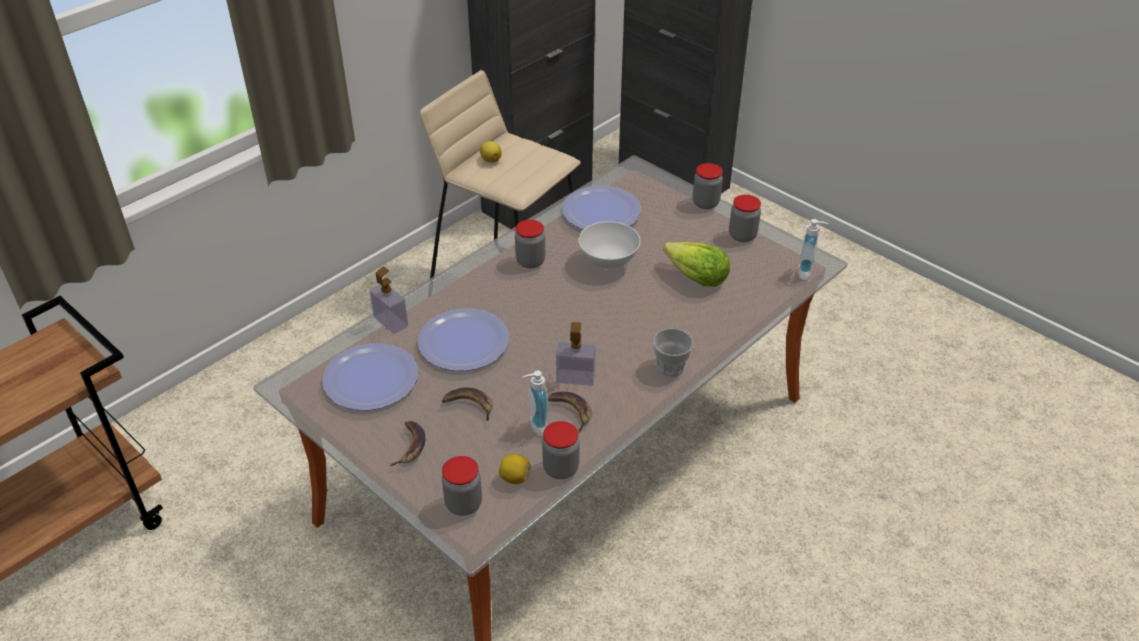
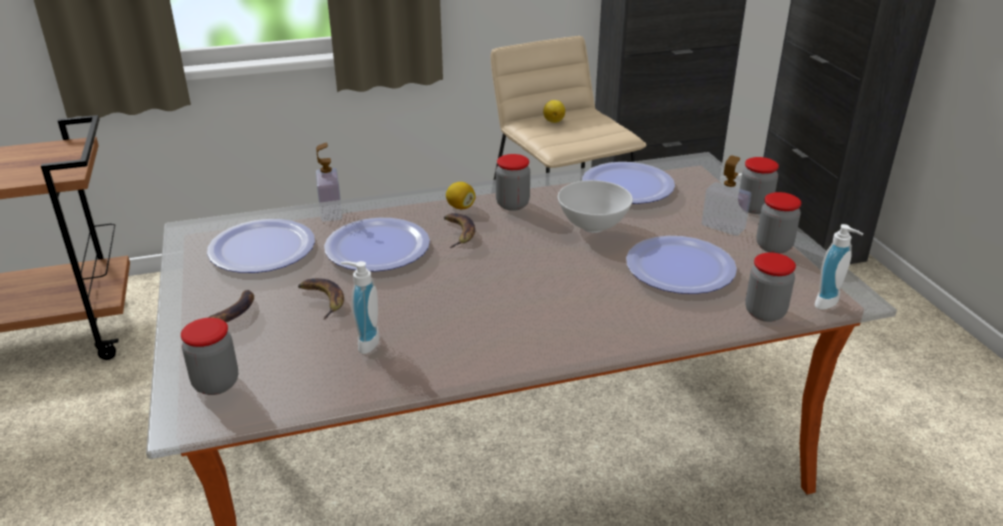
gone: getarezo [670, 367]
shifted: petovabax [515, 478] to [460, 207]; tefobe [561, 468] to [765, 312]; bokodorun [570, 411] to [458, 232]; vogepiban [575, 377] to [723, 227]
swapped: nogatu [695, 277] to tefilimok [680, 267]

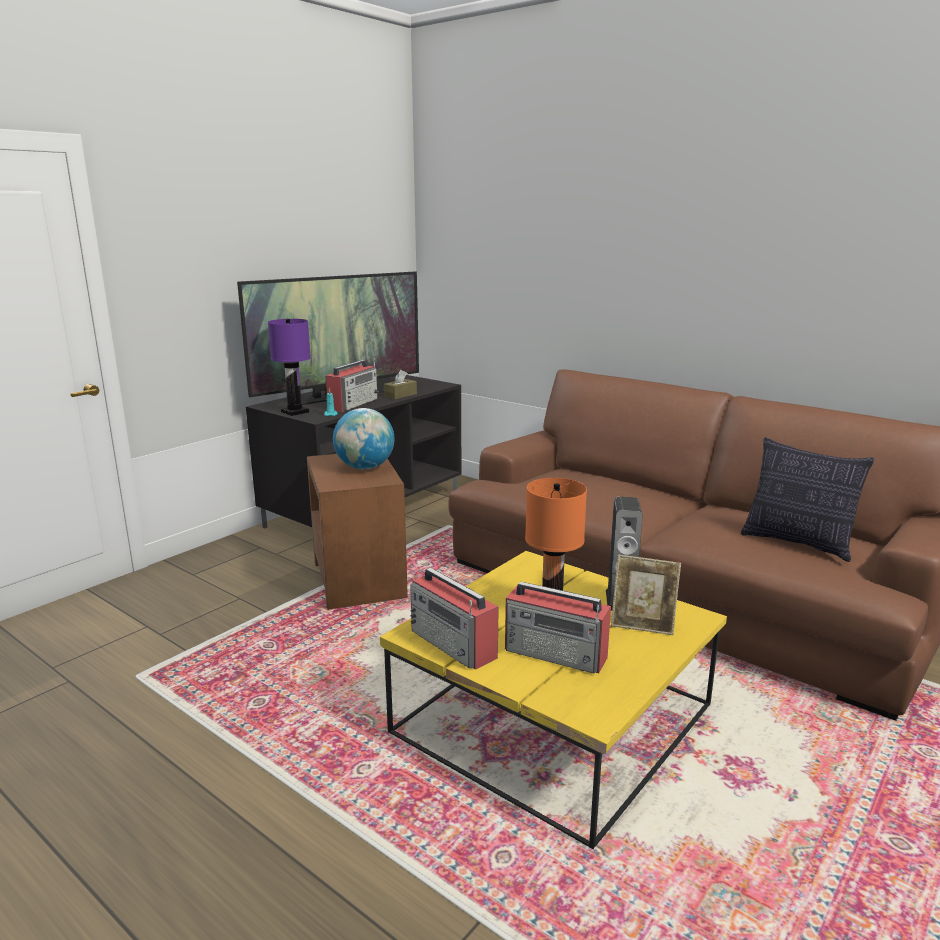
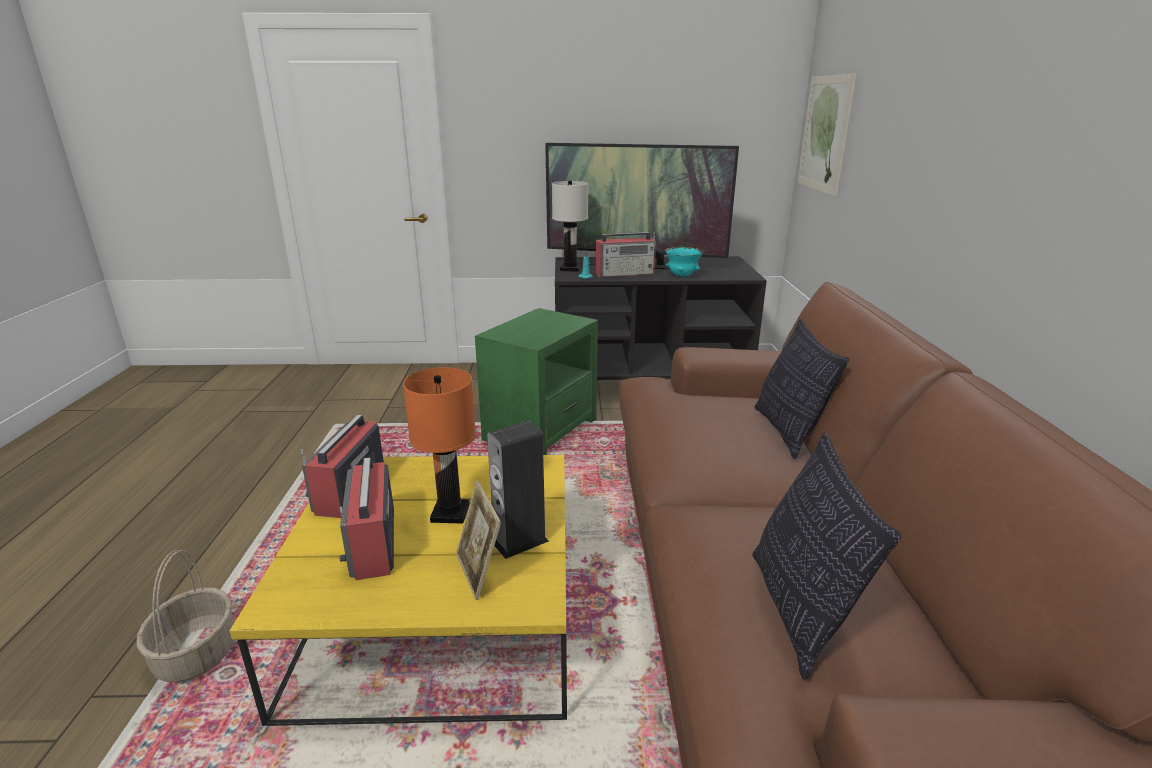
gone: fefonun [365, 467]
new: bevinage [196, 653]; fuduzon [788, 432]; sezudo [824, 134]
swapped: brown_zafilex [400, 395] to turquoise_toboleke [682, 276]
repainted: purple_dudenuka [295, 412] to white_dudenuka [570, 269]; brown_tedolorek [359, 579] to green_tedolorek [542, 430]

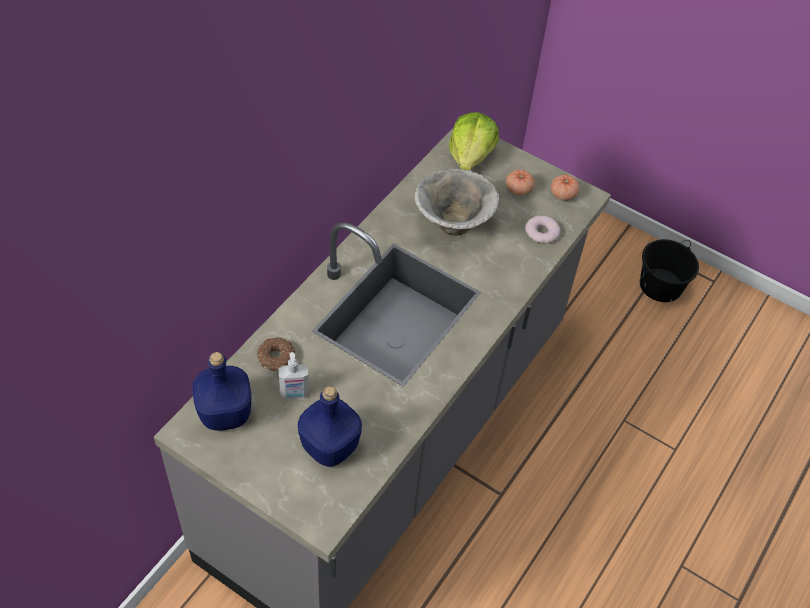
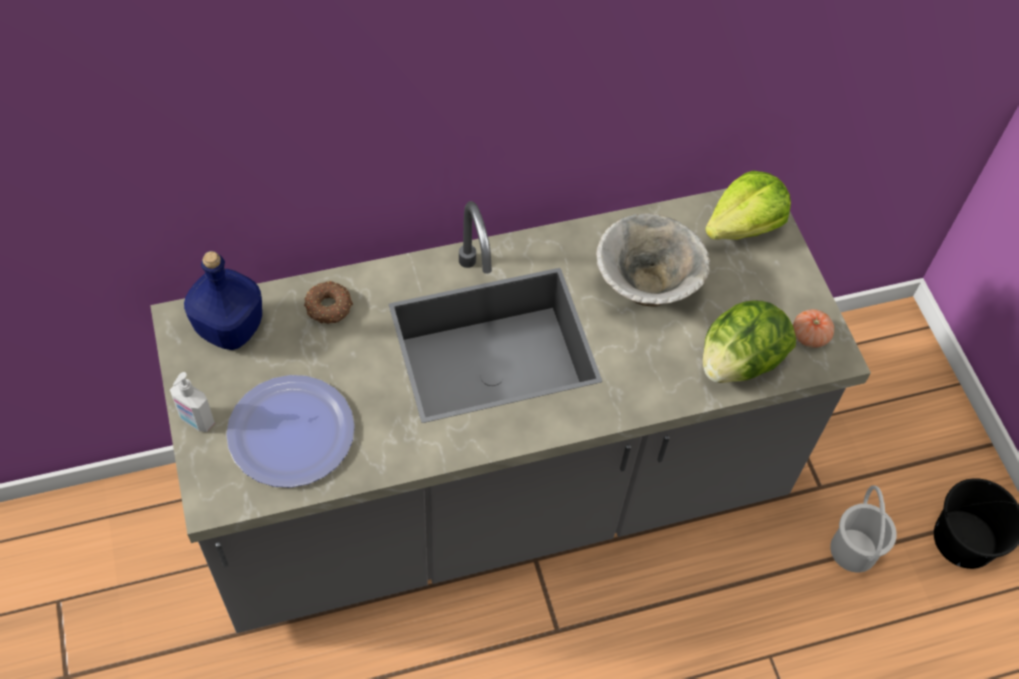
gone: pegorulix [518, 189]
new: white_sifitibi [853, 550]
shifted: vogepiban [294, 394] to [196, 420]
swapped: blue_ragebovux [331, 448] to tefilimok [291, 432]; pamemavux [541, 232] to nogatu [739, 362]

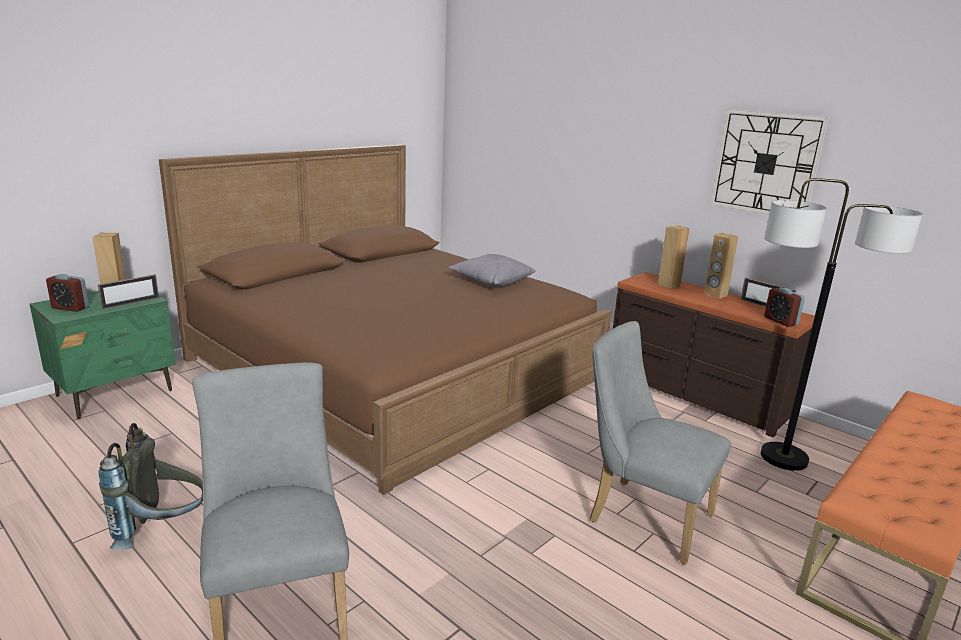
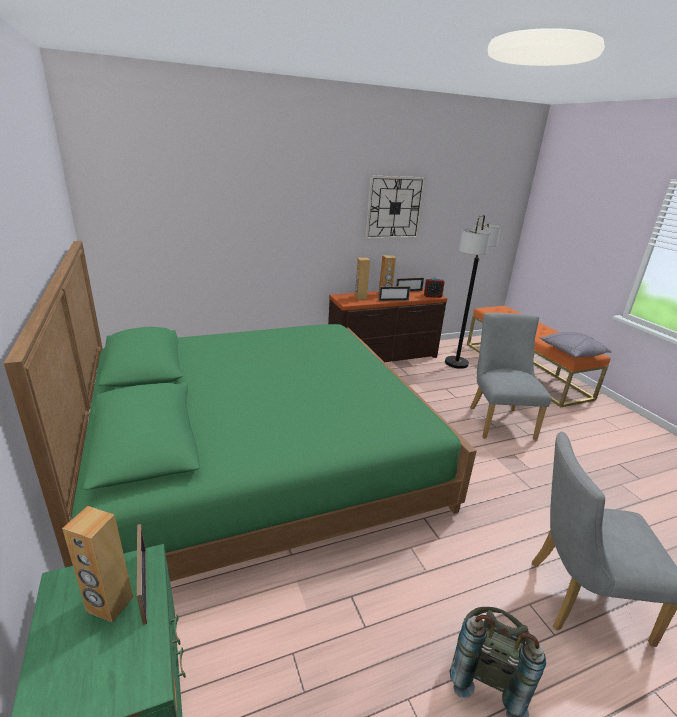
gone: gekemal [70, 308]
new: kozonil [393, 300]
shifted: grey_fuduzon [491, 281] to [571, 353]
repainted: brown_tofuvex [393, 369] to green_tofuvex [259, 453]
rotated: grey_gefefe [641, 515] = [498, 420] 120 degrees clockwise

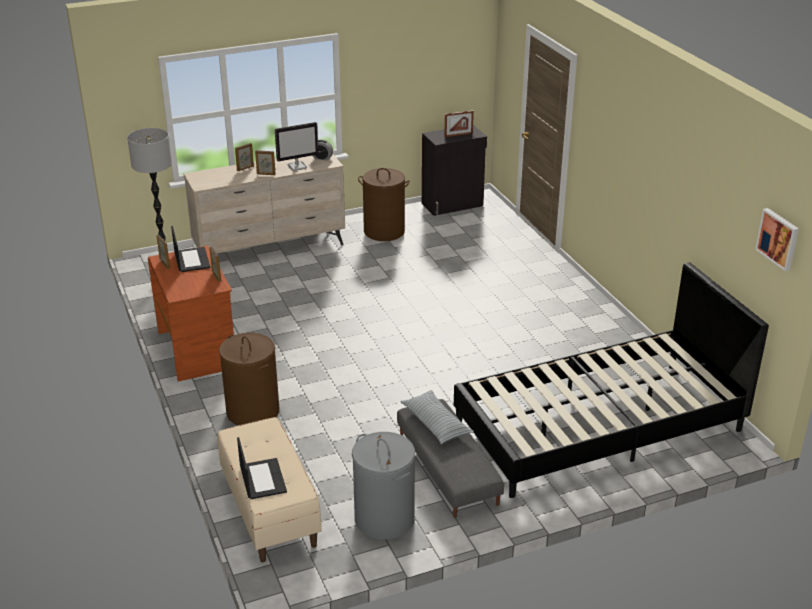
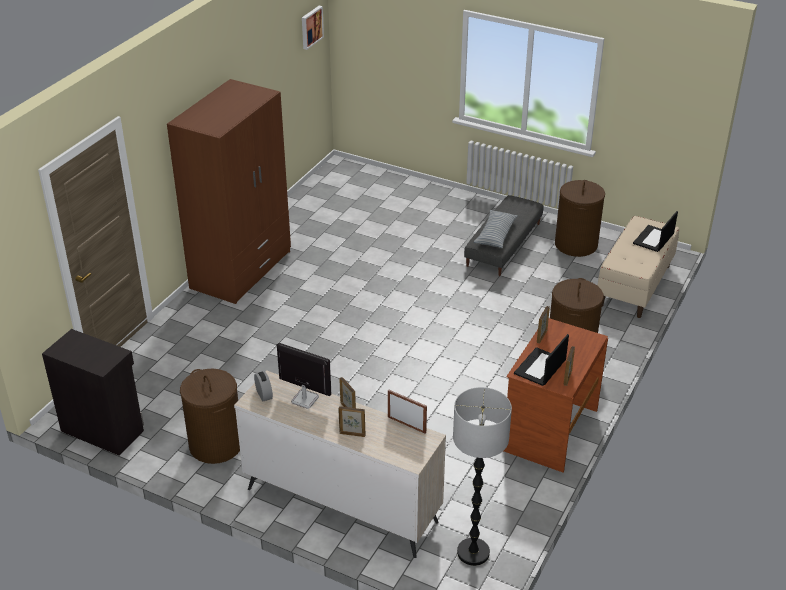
gone: black_tofuvex [599, 426]
new: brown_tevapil [242, 269]
shifted: kozonil [458, 135] to [406, 424]
repainted: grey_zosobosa [384, 519] to brown_zosobosa [576, 245]

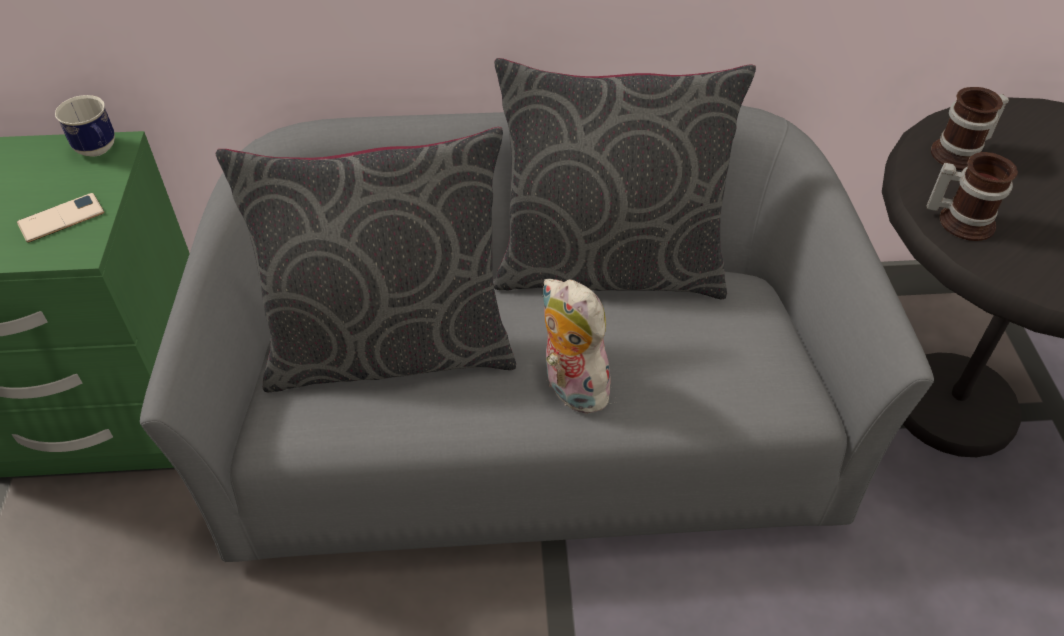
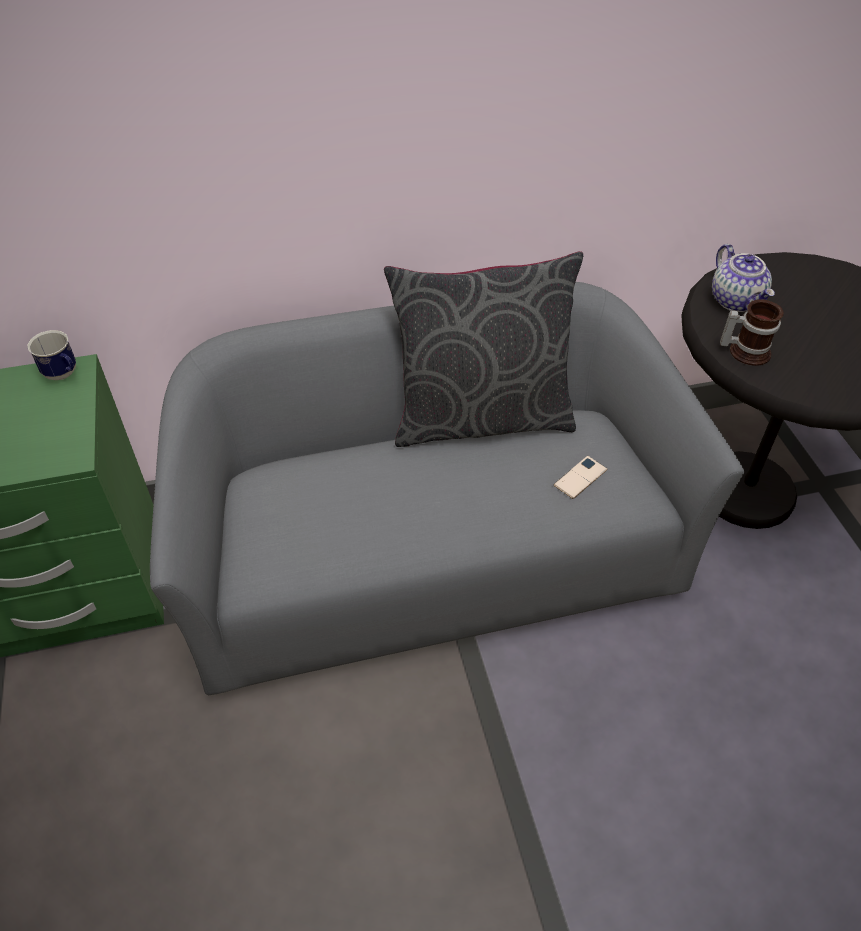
gone: grey_fuduzon [390, 348]; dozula [570, 388]
shifted: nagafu [61, 218] to [580, 477]
swapped: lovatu [962, 154] to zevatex [736, 301]

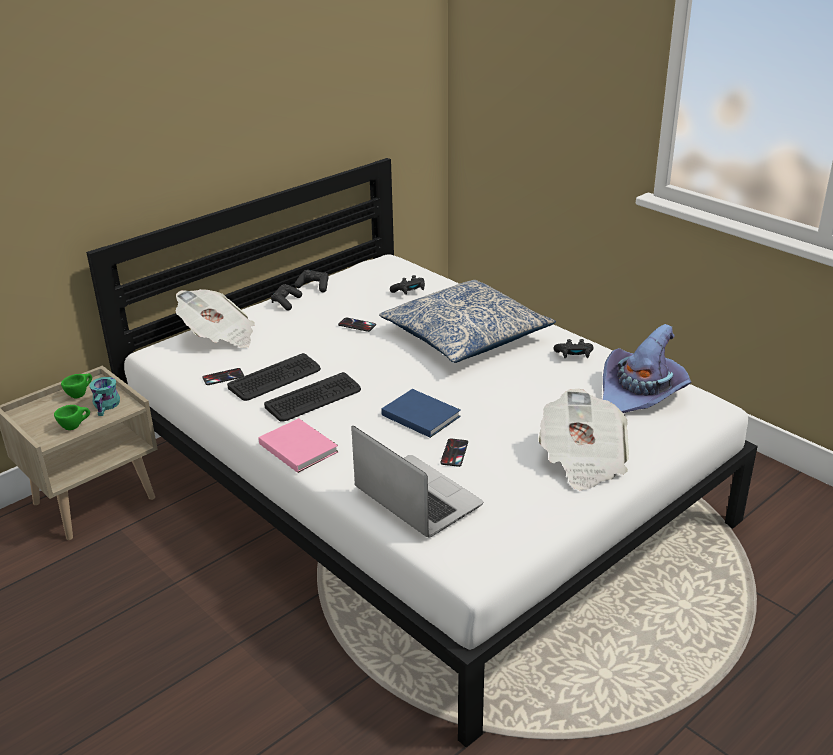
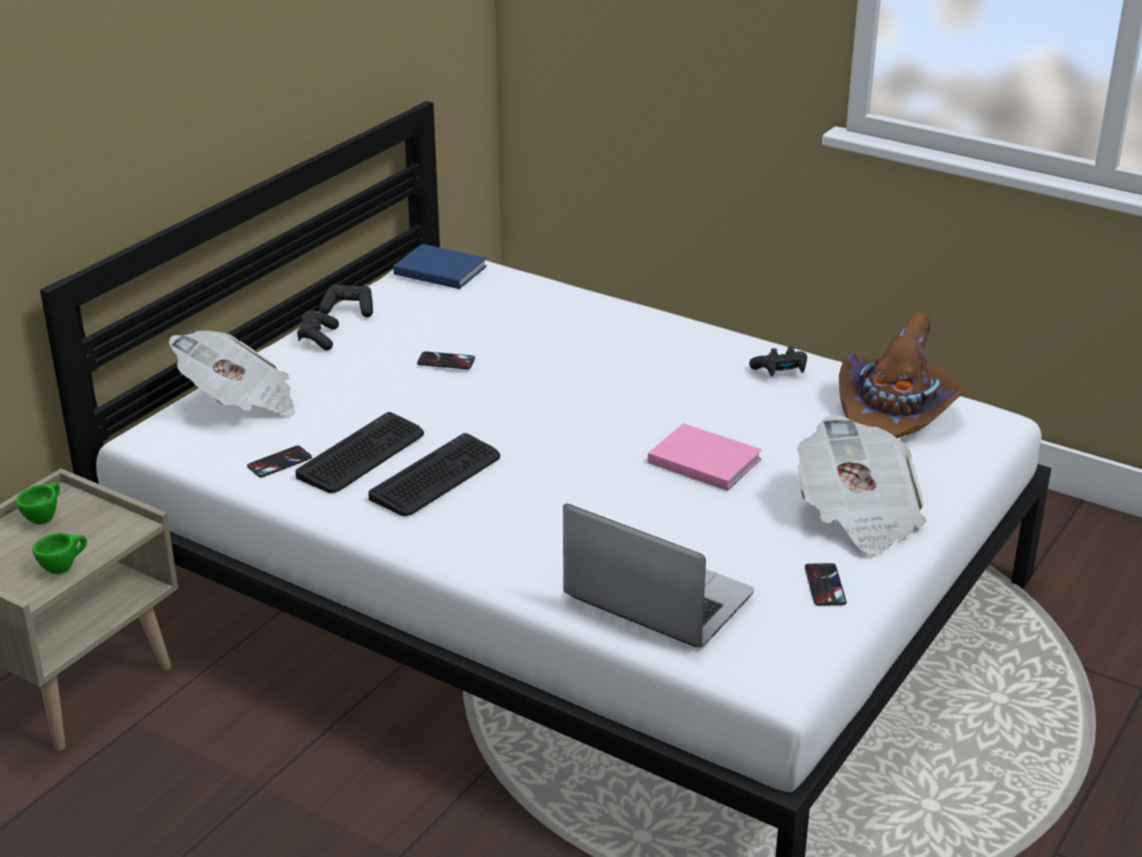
gone: turquoise_lovatu [108, 406]; fuduzon [465, 336]; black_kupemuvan [409, 292]
shifted: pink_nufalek [298, 447] to [702, 459]; blue_nufalek [420, 414] to [439, 269]; nagafu [454, 453] to [825, 585]
repainted: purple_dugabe [641, 393] to brown_dugabe [895, 414]

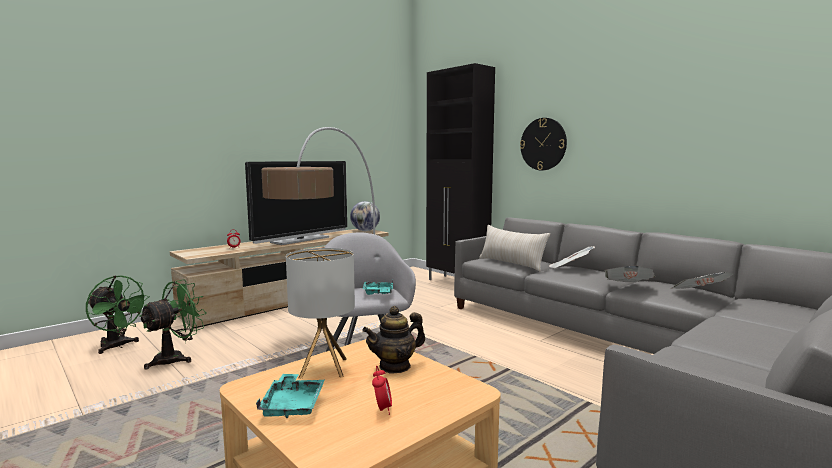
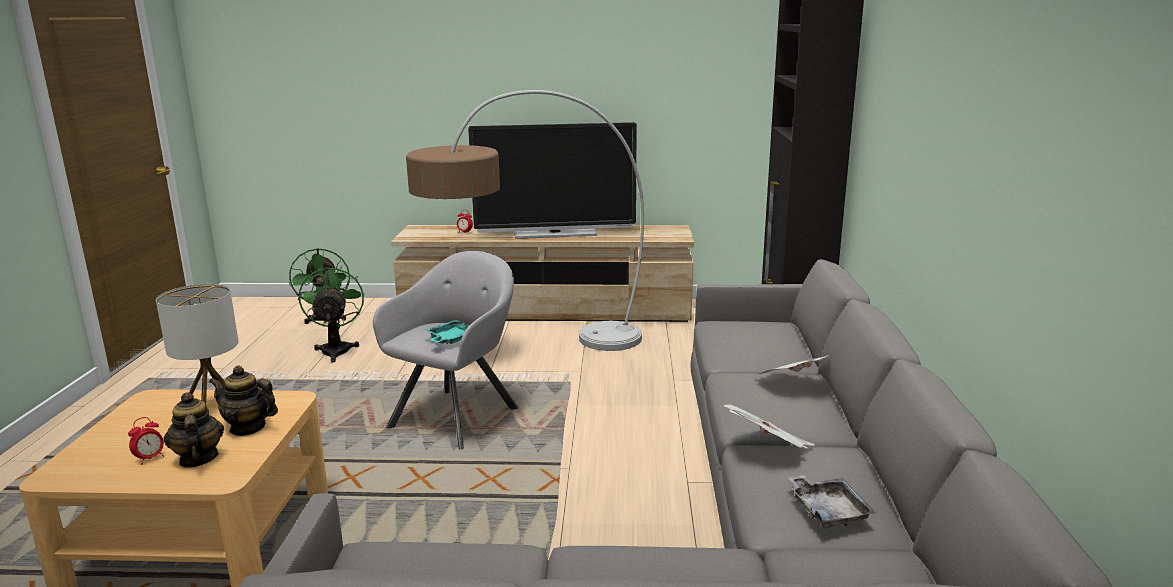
gone: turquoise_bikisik [293, 405]; fefonun [365, 231]; beige_fuduzon [511, 264]; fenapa [543, 144]
new: zevatex [198, 459]
swapped: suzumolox [699, 295] to grey_bikisik [828, 510]
rotated: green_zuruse [176, 358] = [336, 349] 90 degrees counterclockwise

